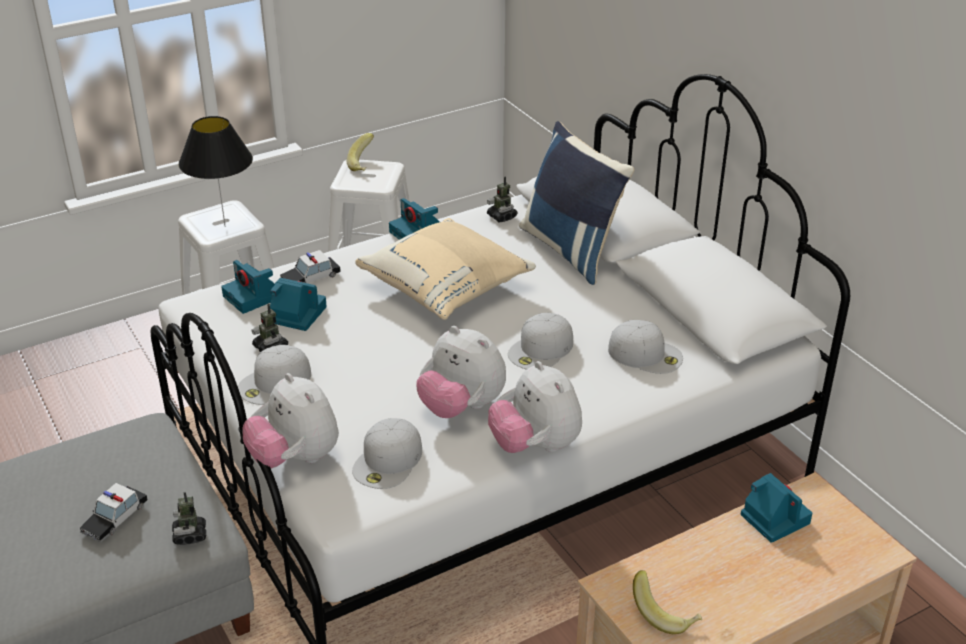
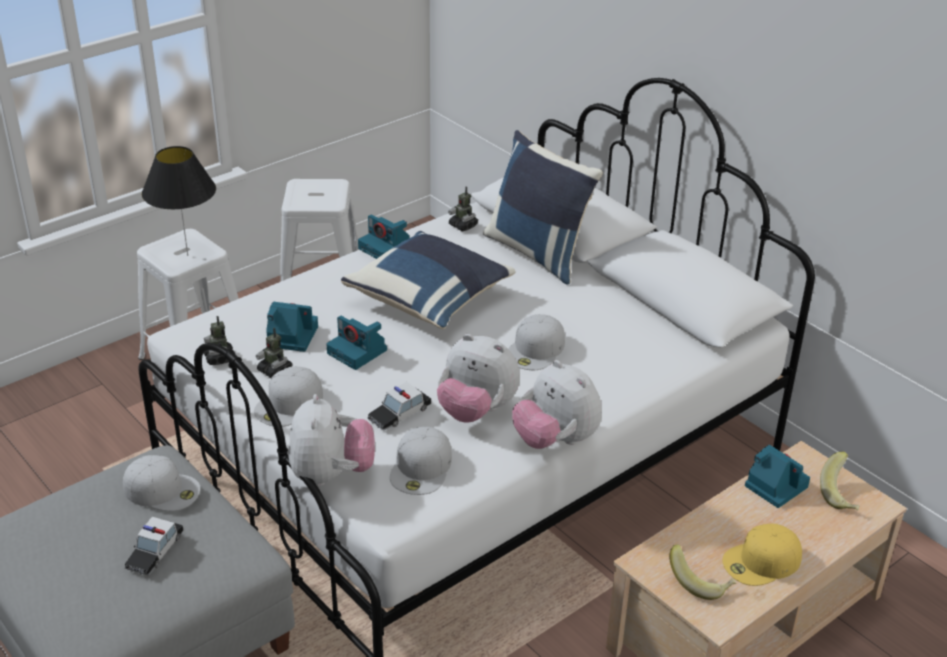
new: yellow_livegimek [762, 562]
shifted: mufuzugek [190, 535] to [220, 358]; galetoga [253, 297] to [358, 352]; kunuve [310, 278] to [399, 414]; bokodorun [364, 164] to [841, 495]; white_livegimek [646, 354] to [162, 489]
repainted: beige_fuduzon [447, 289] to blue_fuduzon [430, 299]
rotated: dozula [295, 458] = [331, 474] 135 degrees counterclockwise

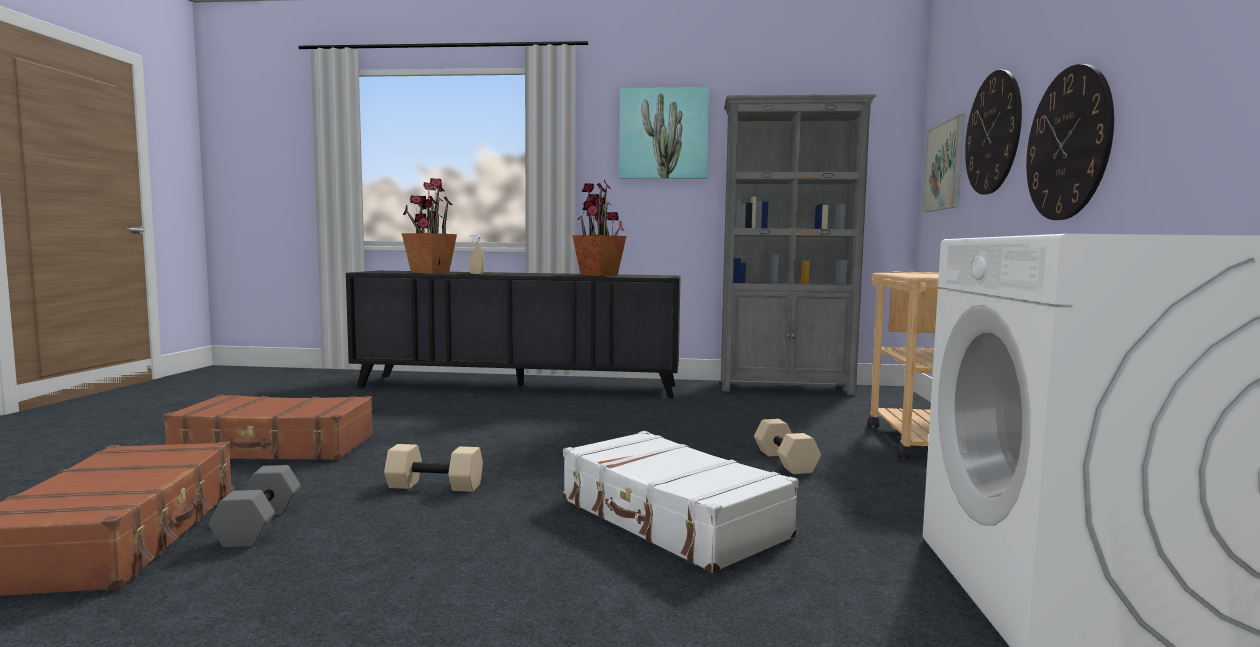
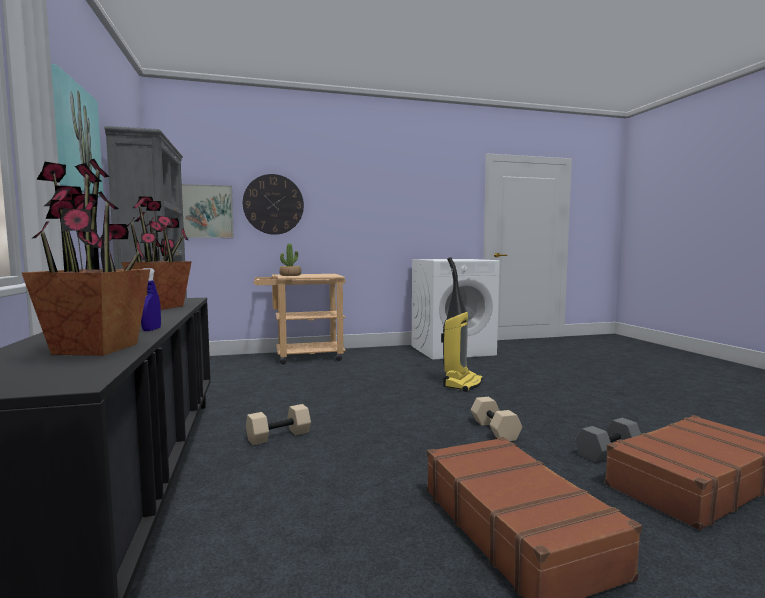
gone: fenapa [1068, 144]
new: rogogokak [290, 275]
shifted: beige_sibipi [786, 462] to [279, 435]
swapped: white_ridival [671, 519] to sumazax [462, 383]
repainted: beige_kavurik [476, 274] to blue_kavurik [151, 330]

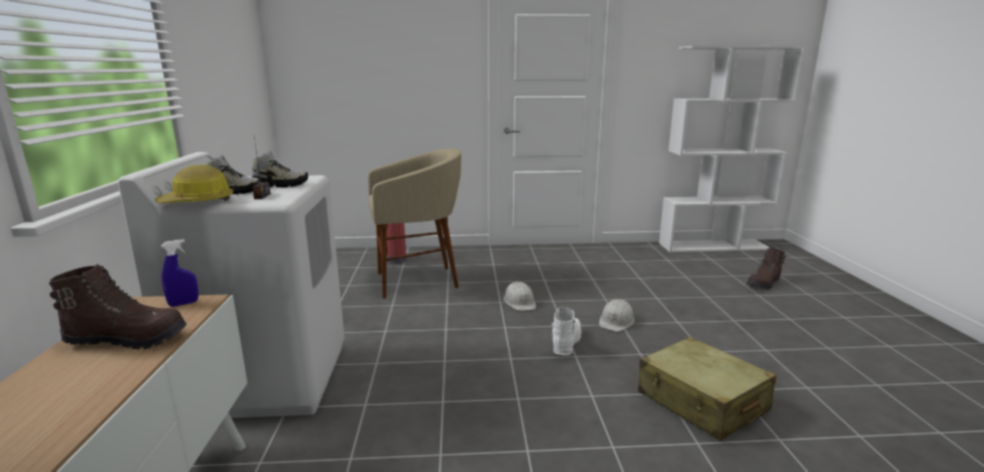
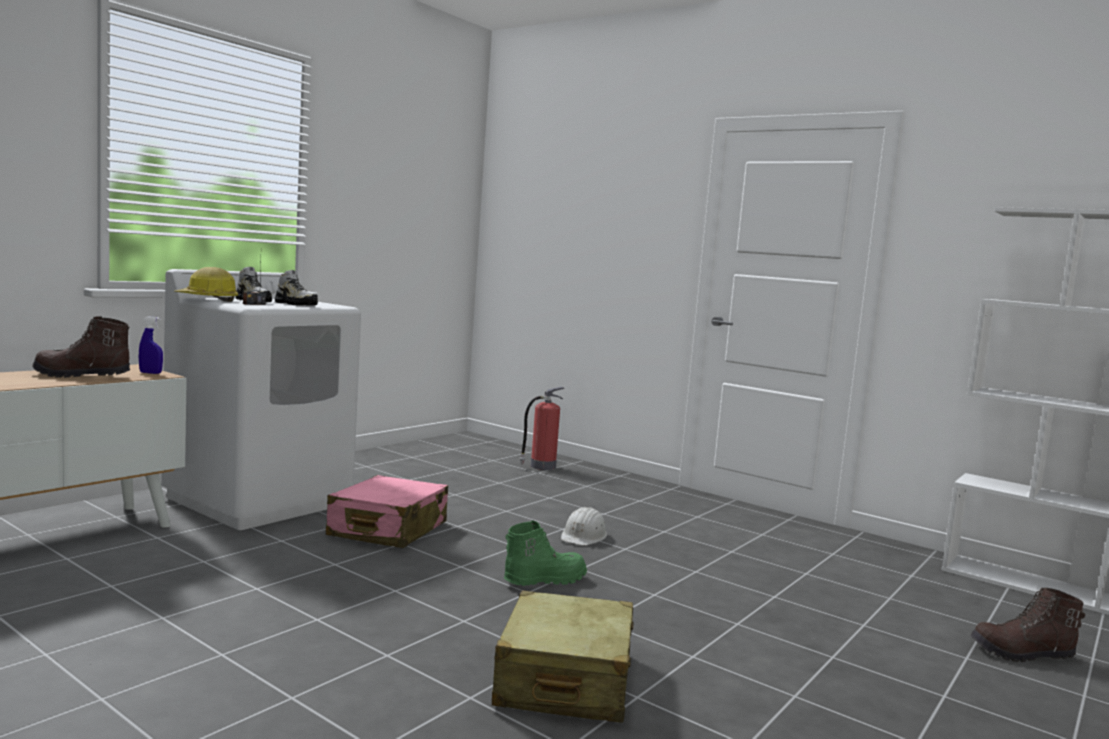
gone: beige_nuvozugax [417, 281]; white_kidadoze [616, 321]
new: pink_ridival [388, 530]
repainted: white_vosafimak [565, 343] to green_vosafimak [544, 580]
rotated: brown_vosafimak [128, 339] = [81, 376] 135 degrees clockwise

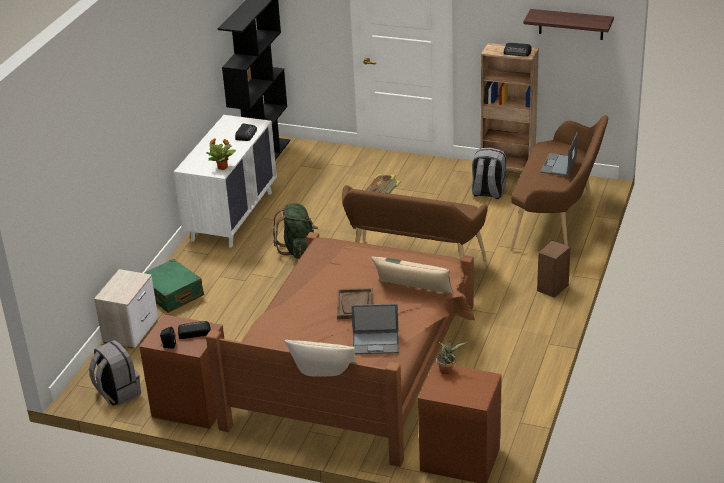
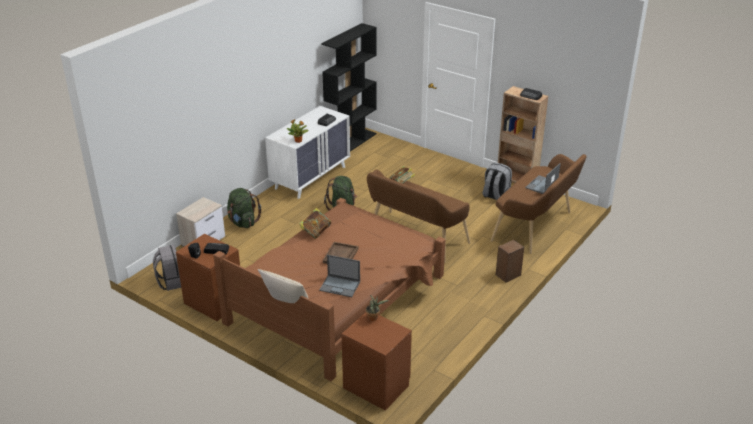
gone: beige_fuduzon [413, 291]; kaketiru [571, 24]
new: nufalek [316, 232]
swapped: green_ridival [172, 294] to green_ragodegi [243, 222]

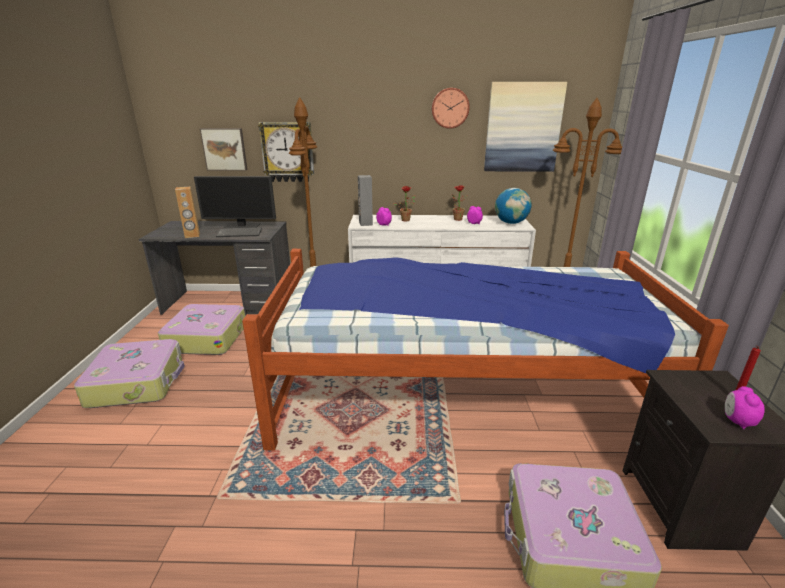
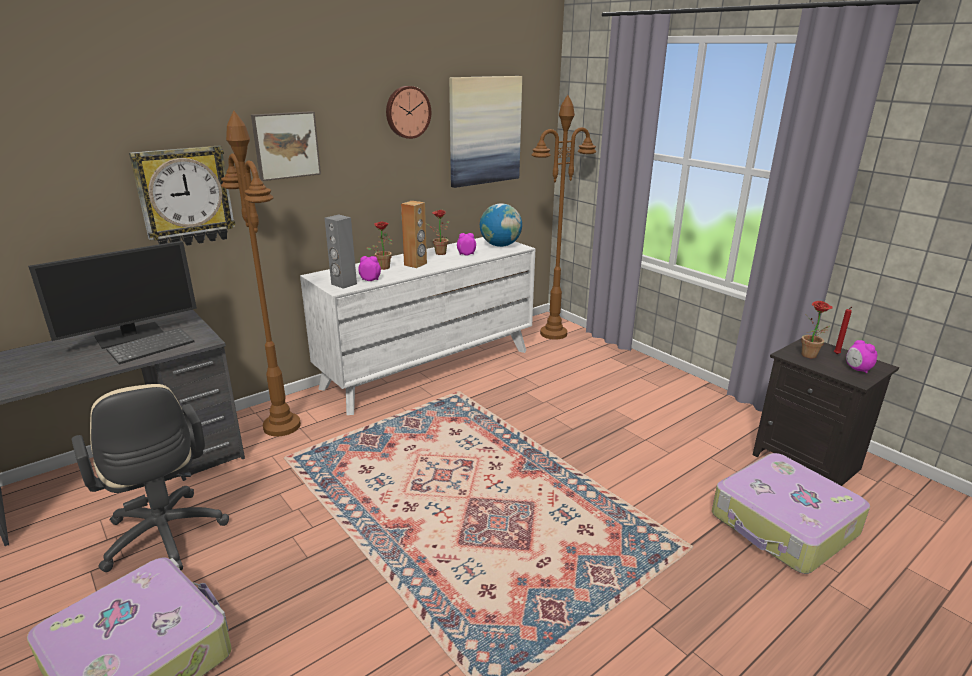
gone: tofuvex [458, 393]
new: rogogokak [811, 356]
shifted: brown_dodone [192, 235] to [415, 264]; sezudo [225, 149] to [285, 145]
swapped: ridival [206, 338] to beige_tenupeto [165, 539]

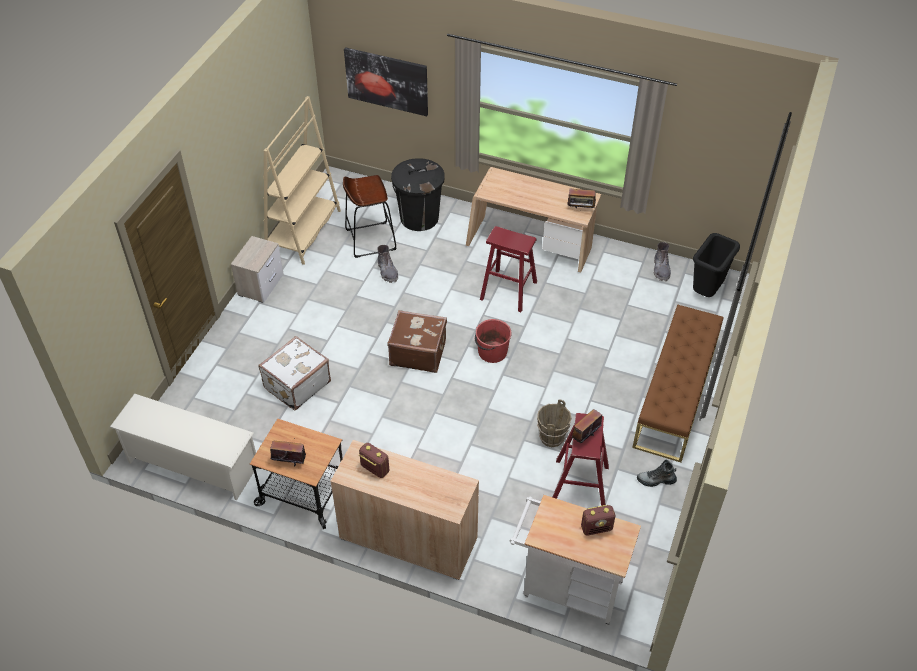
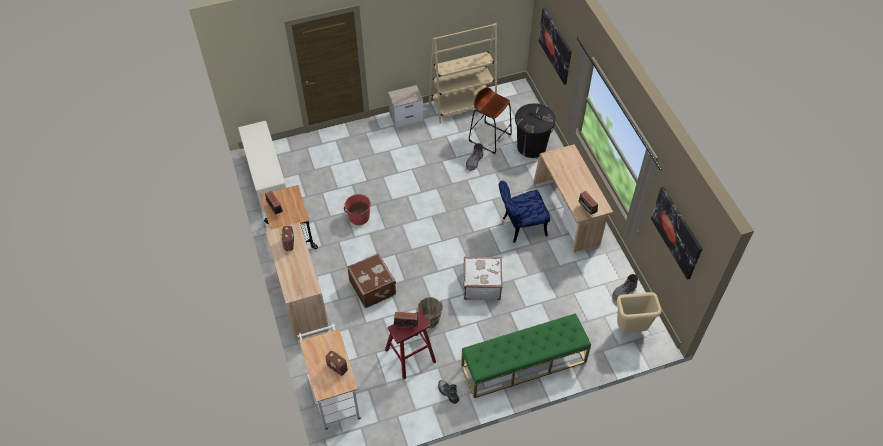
new: sezudo [676, 232]
shifted: white_ridival [296, 384] to [481, 285]; brown_ridival [418, 352] to [373, 287]; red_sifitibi [492, 352] to [358, 217]
swapped: red_nuvozugax [508, 290] to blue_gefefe [520, 227]
repainted: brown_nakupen [675, 396] to green_nakupen [523, 364]; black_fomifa [706, 292] to beige_fomifa [630, 329]

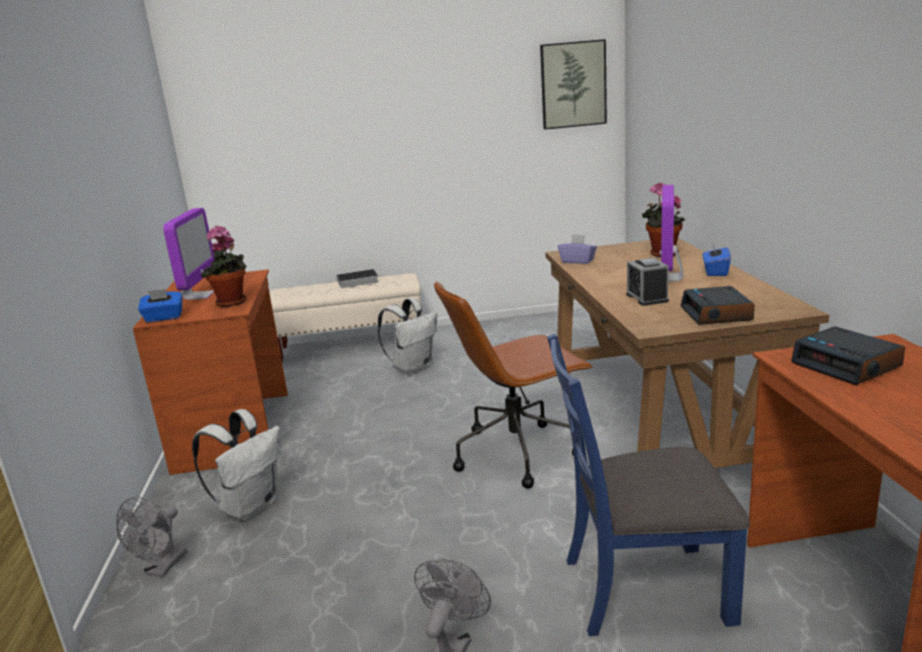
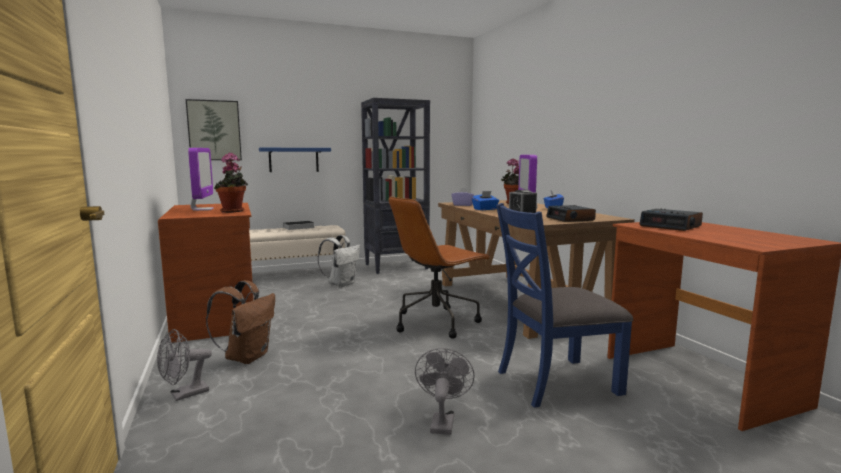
new: blue_kaketiru [293, 160]; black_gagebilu [397, 266]
shifted: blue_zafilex [164, 318] to [485, 209]; sezudo [573, 84] to [214, 130]
repainted: white_ragodegi [250, 506] to brown_ragodegi [247, 357]
rotated: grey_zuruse [162, 568] = [184, 395] 45 degrees clockwise

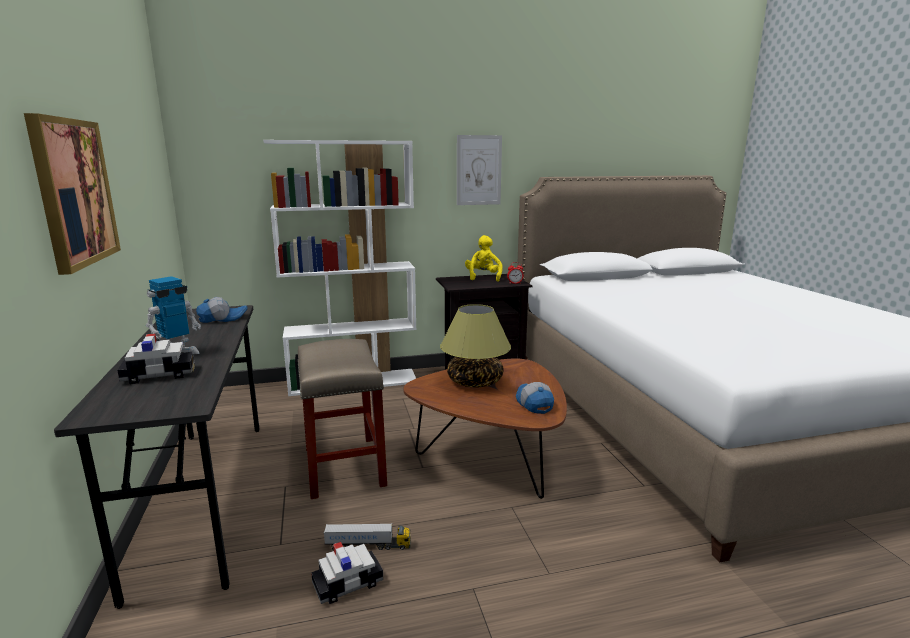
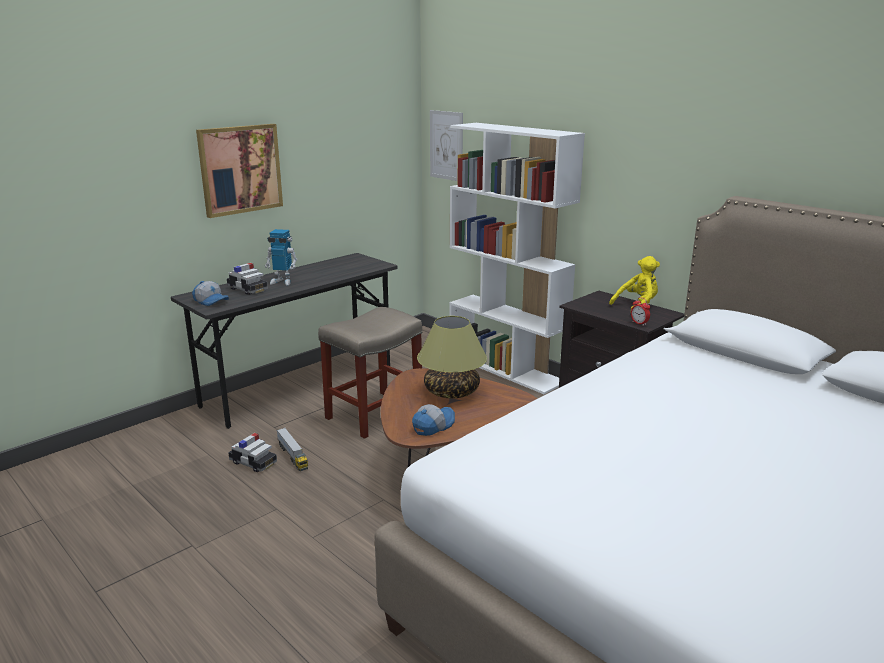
shifted: livegimek [223, 318] to [211, 301]; sezudo [479, 170] to [446, 145]

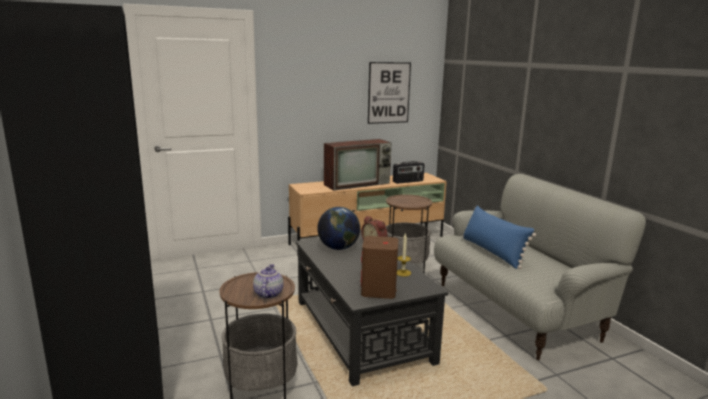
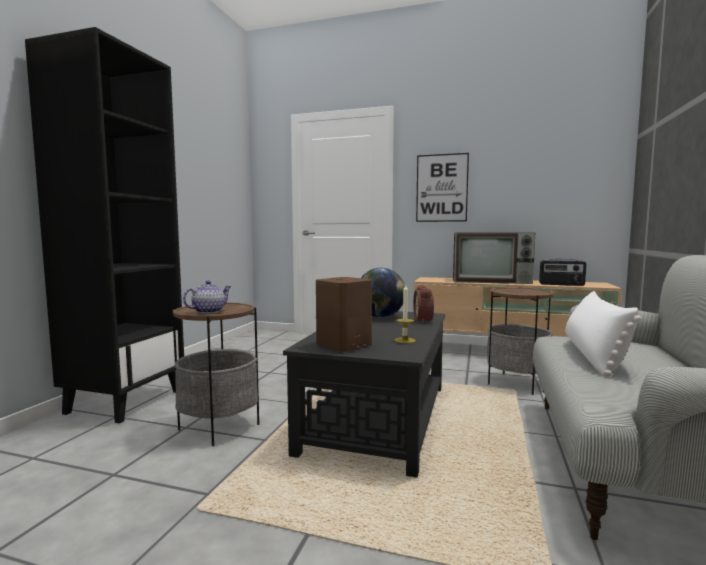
shifted: sezudo [389, 93] to [442, 188]
repainted: blue_fuduzon [492, 252] to white_fuduzon [593, 356]

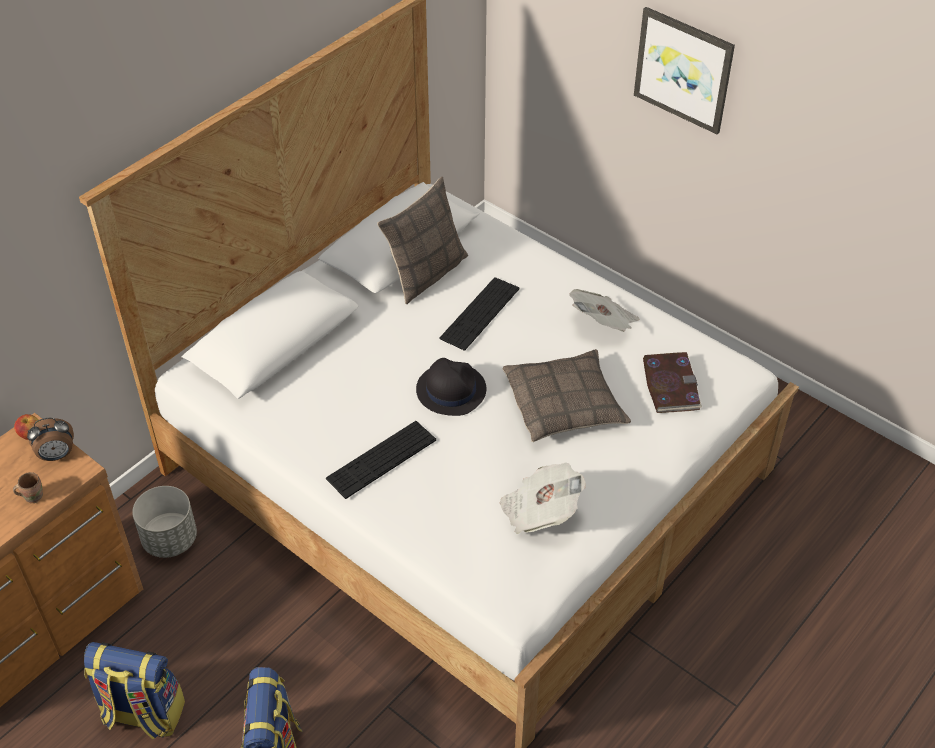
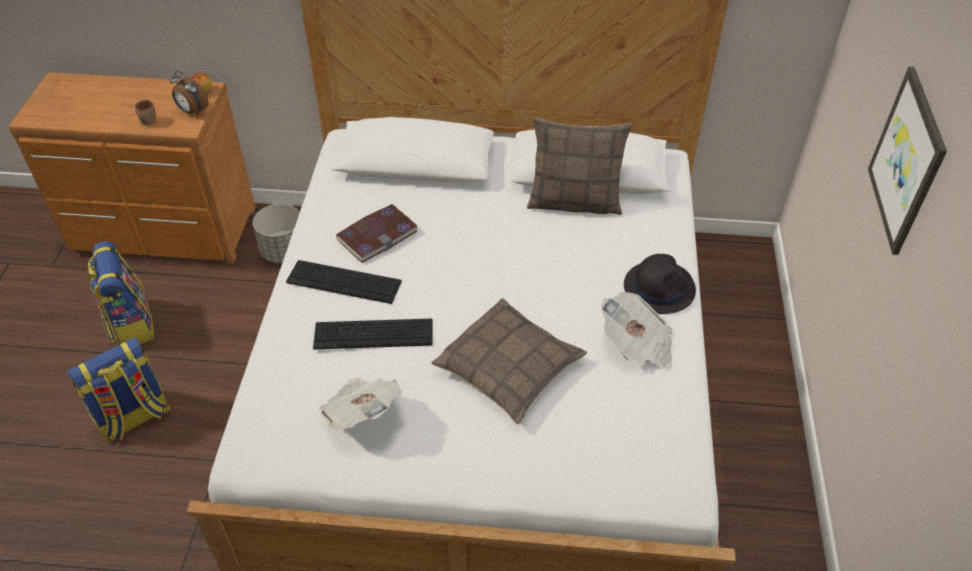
shifted: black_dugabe [450, 389] to [659, 287]; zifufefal [480, 313] to [373, 334]; nufalek [670, 385] to [377, 235]

